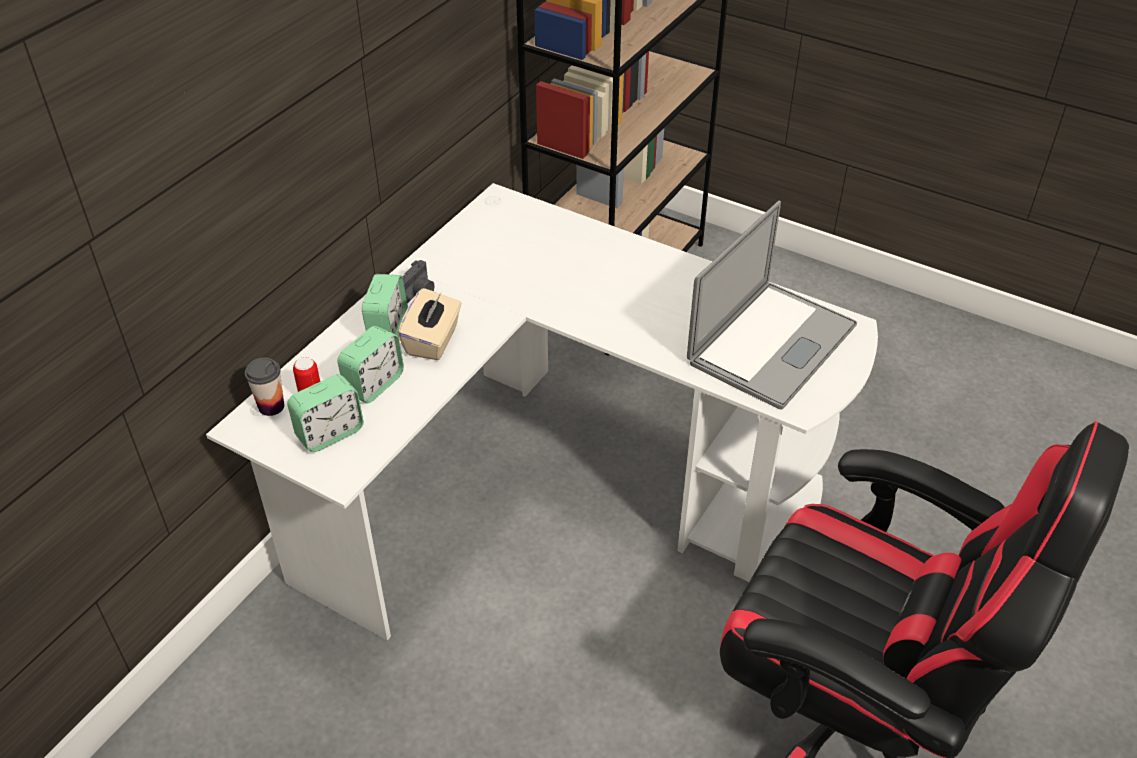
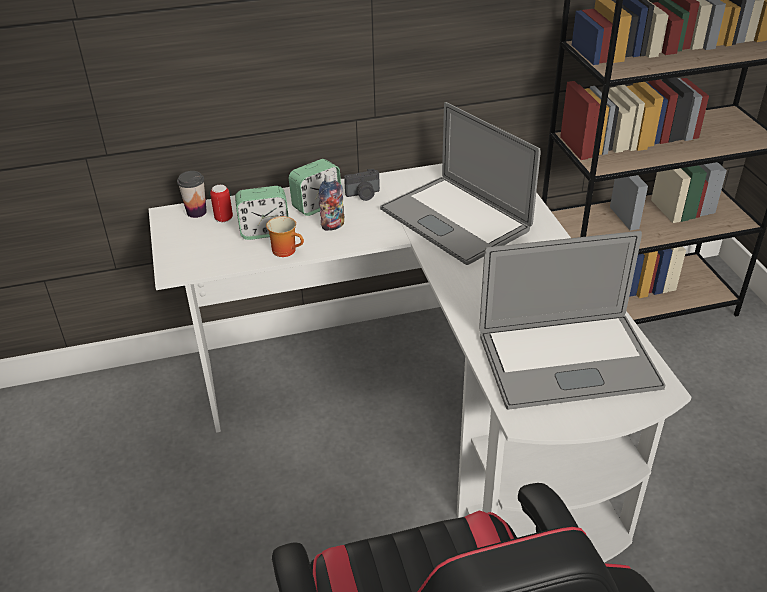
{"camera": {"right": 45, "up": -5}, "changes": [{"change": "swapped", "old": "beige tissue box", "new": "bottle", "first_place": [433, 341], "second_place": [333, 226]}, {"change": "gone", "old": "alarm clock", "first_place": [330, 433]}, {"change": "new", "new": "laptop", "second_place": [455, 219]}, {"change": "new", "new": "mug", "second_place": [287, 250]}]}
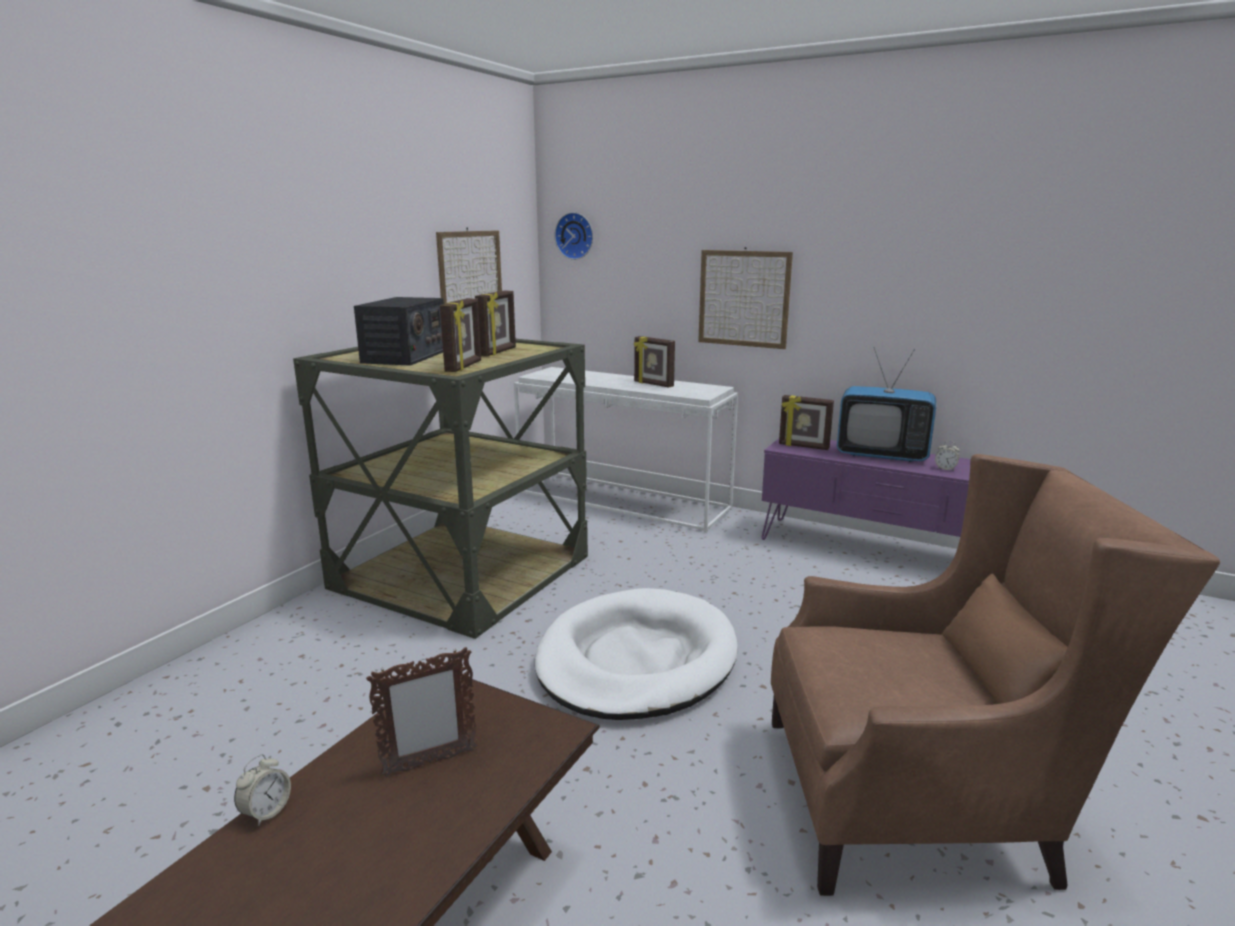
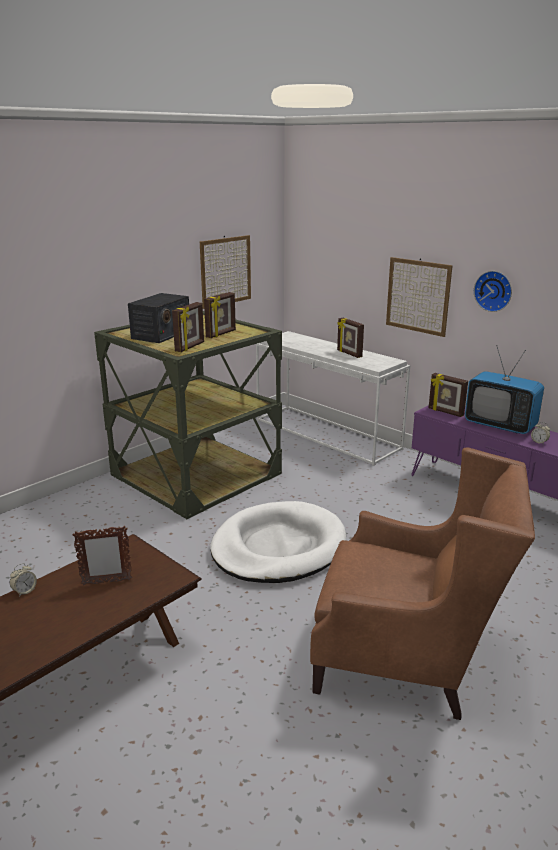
{"camera": {"right": 15, "up": 5}, "changes": [{"change": "shifted", "old": "wall clock", "first_place": [575, 236], "second_place": [494, 291]}]}
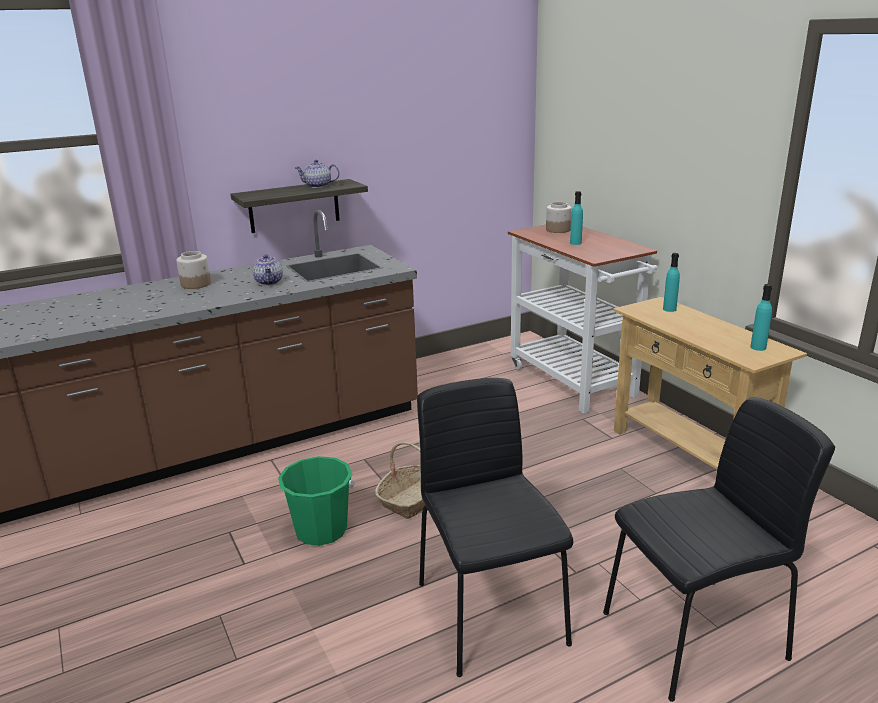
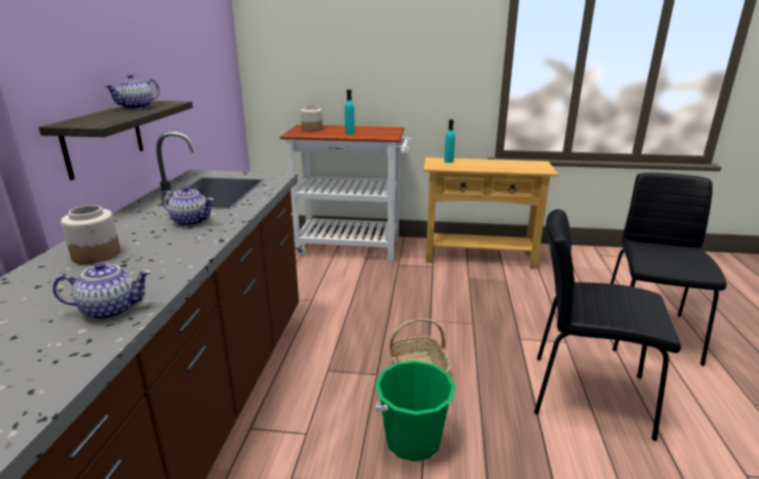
{"camera": {"right": -55, "up": 0}, "changes": [{"change": "gone", "old": "turquoise bottle", "first_place": [758, 347]}, {"change": "new", "new": "teapot", "second_place": [111, 309]}]}
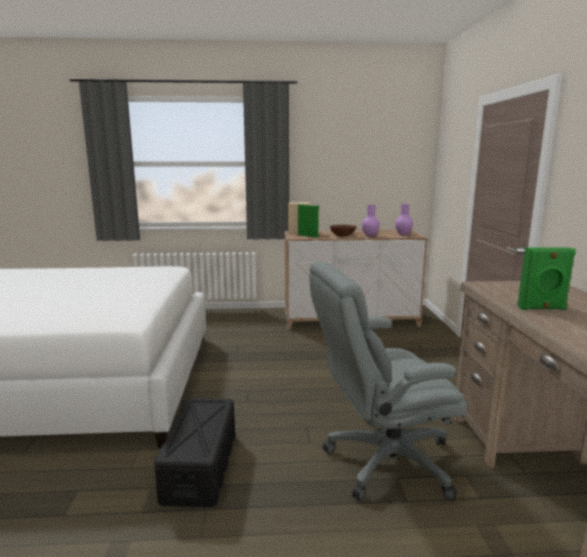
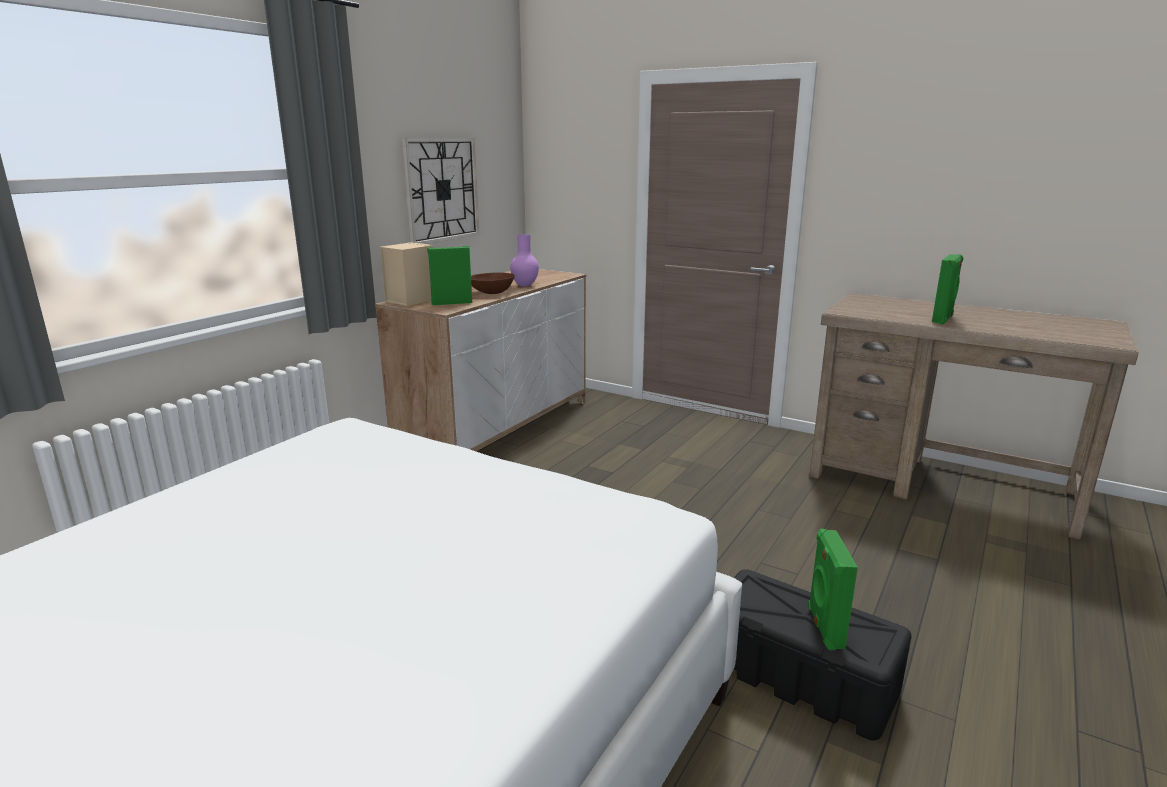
{"camera": {"right": -55, "up": 5}, "changes": [{"change": "gone", "old": "purple vase", "first_place": [403, 235]}, {"change": "gone", "old": "grey office chair", "first_place": [380, 461]}, {"change": "new", "new": "wall clock", "second_place": [441, 190]}, {"change": "new", "new": "green speaker", "second_place": [824, 627]}]}
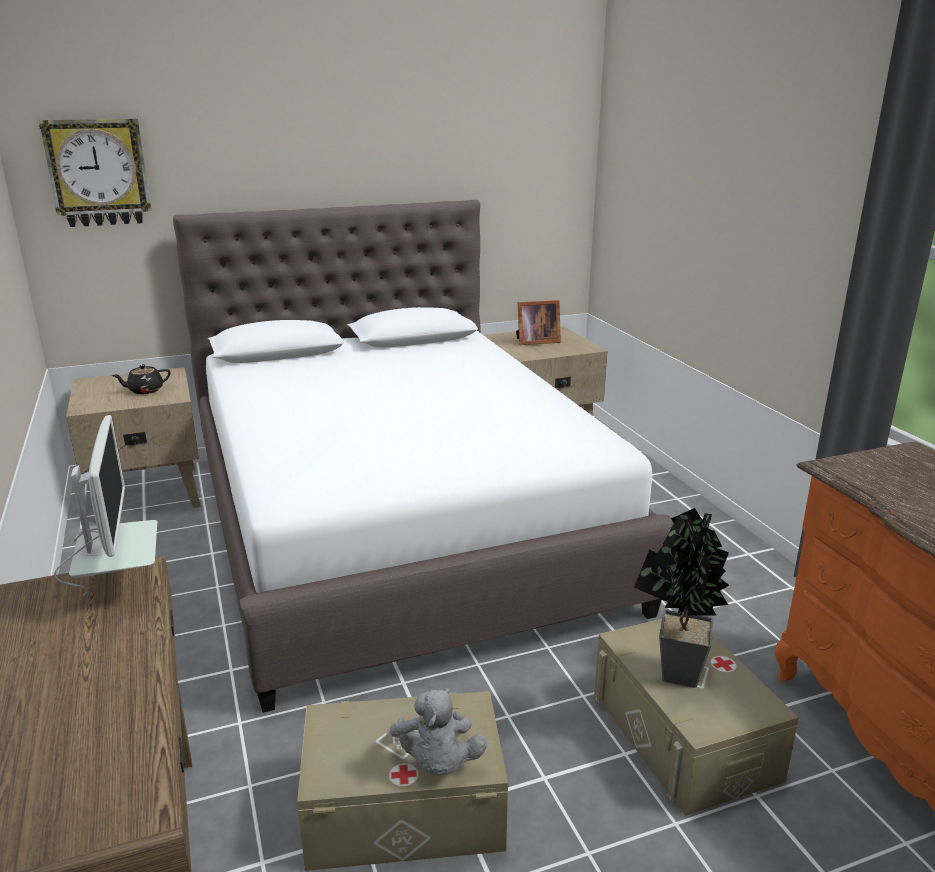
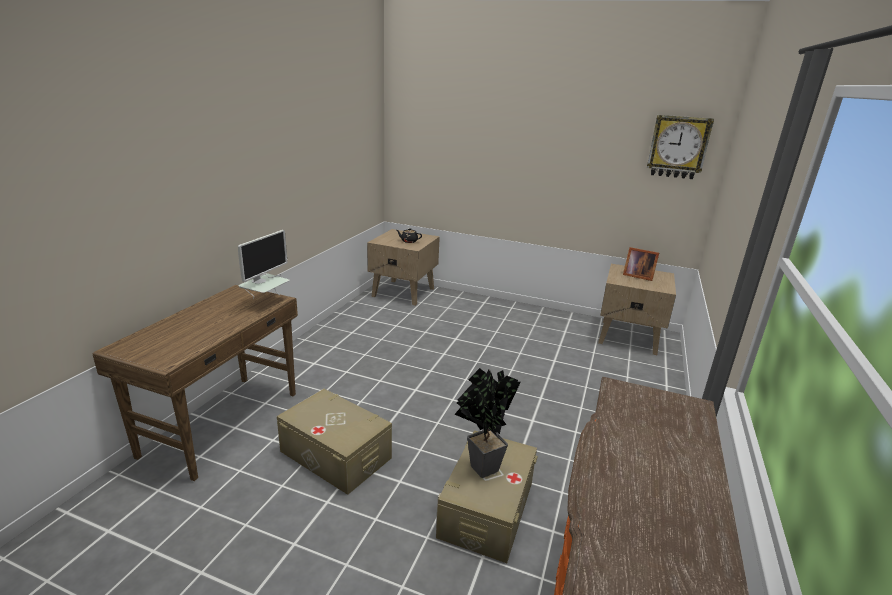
{"camera": {"right": 40, "up": 0}, "changes": [{"change": "shifted", "old": "wall clock", "first_place": [98, 172], "second_place": [678, 147]}, {"change": "gone", "old": "white bed", "first_place": [398, 527]}, {"change": "gone", "old": "grey plush toy", "first_place": [437, 763]}]}
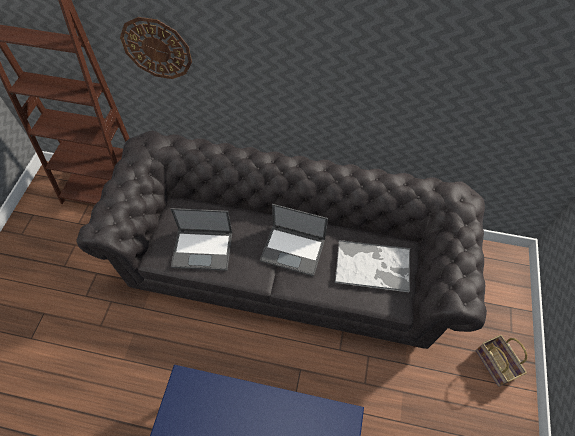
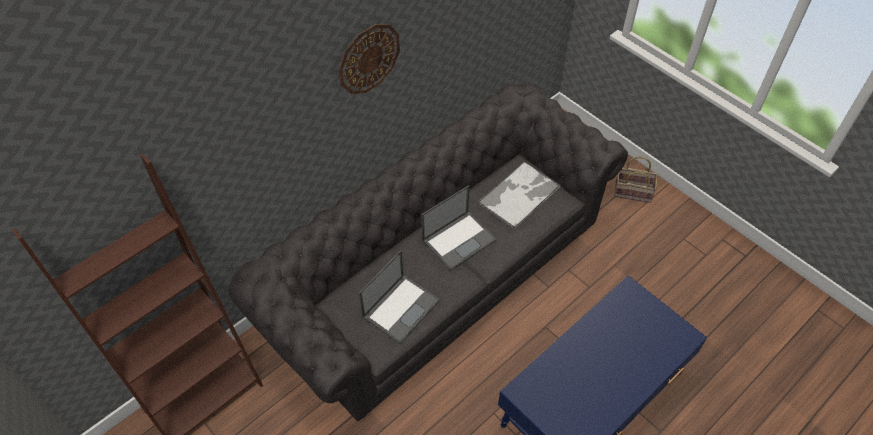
{"camera": {"right": -55, "up": -5}, "changes": [{"change": "shifted", "old": "wall clock", "first_place": [156, 48], "second_place": [369, 58]}]}
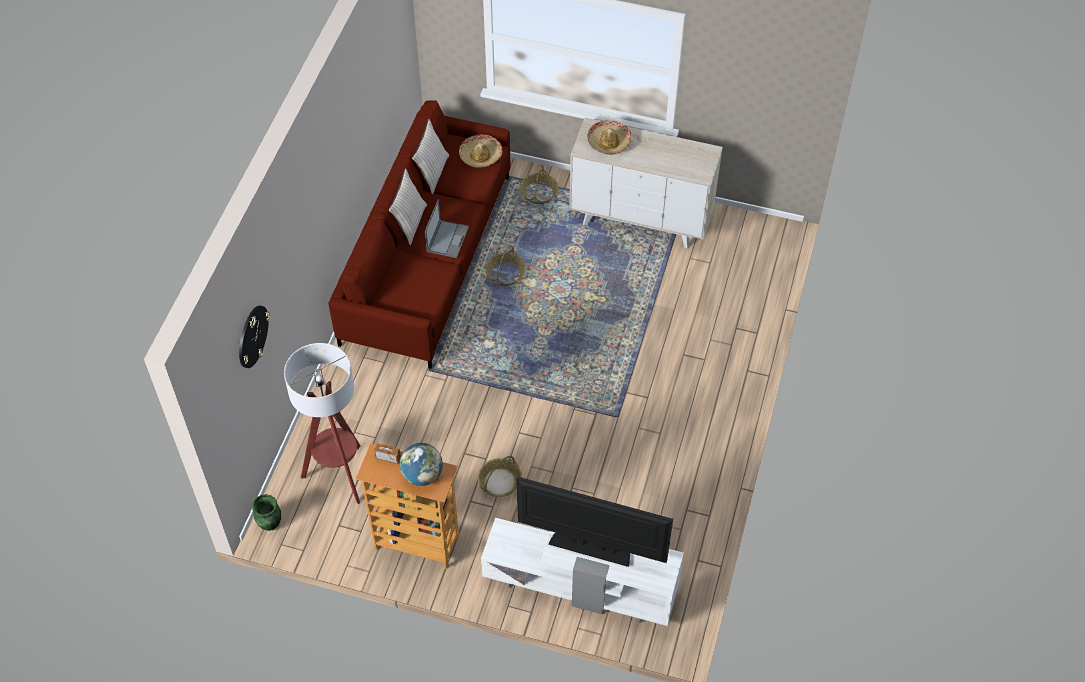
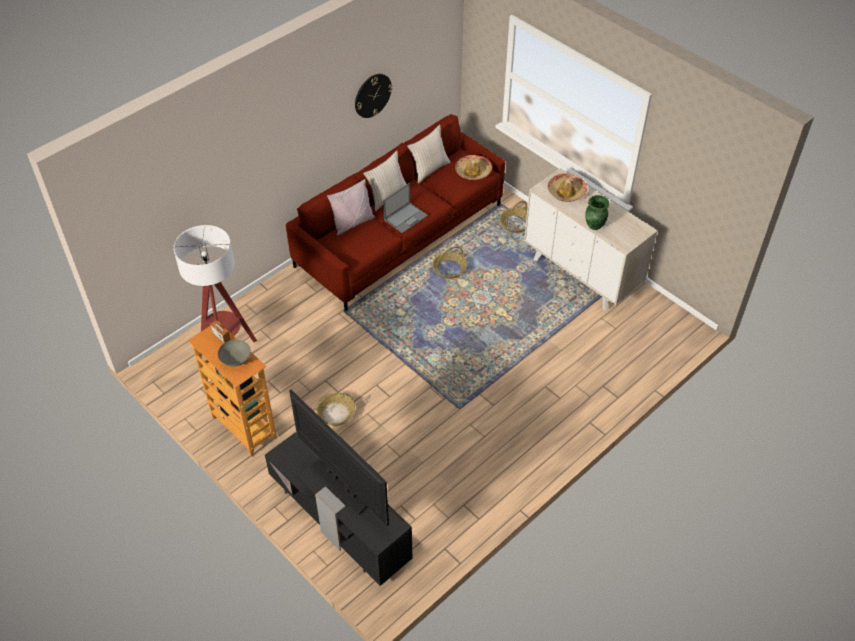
{"camera": {"right": 30, "up": -5}, "changes": [{"change": "shifted", "old": "wall clock", "first_place": [252, 336], "second_place": [372, 95]}, {"change": "swapped", "old": "globe", "new": "grey bowl", "first_place": [422, 475], "second_place": [235, 360]}, {"change": "shifted", "old": "green vase", "first_place": [270, 524], "second_place": [595, 225]}, {"change": "repainted", "old": "white tv stand", "new": "black tv stand", "first_place": [579, 584], "second_place": [338, 518]}, {"change": "new", "new": "purple pillow", "second_place": [353, 223]}]}
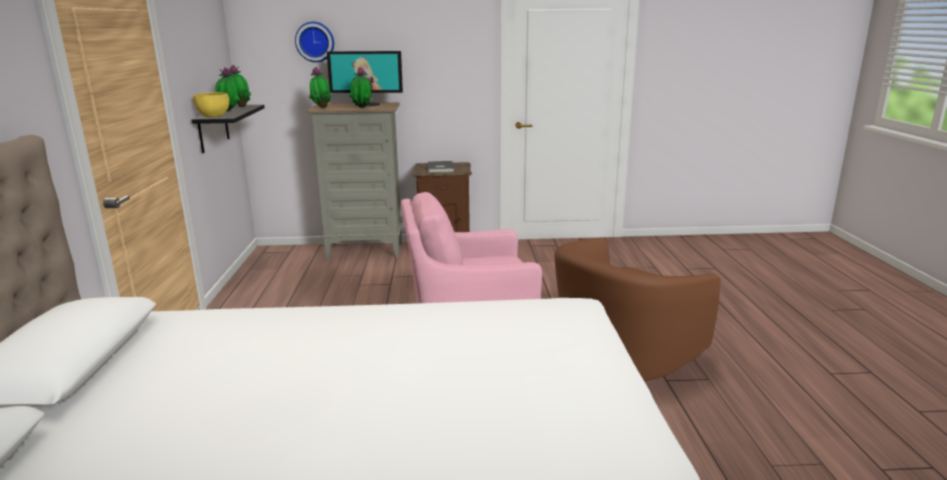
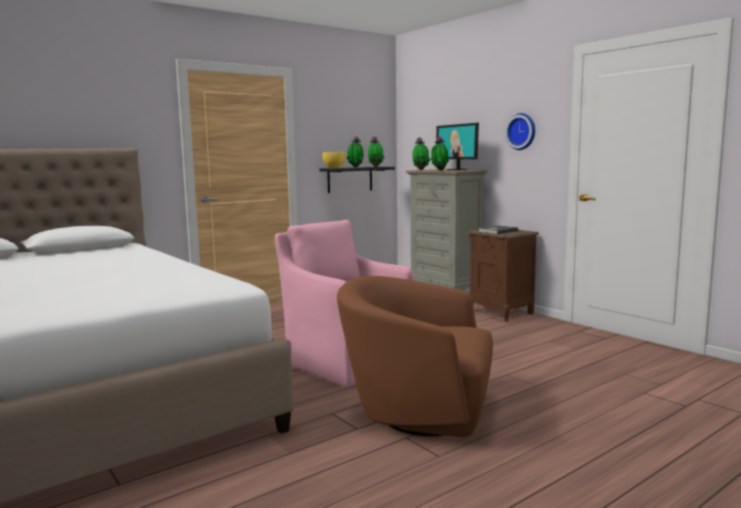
{"camera": {"right": 55, "up": -10}, "changes": [{"change": "shifted", "old": "wall clock", "first_place": [315, 42], "second_place": [522, 131]}]}
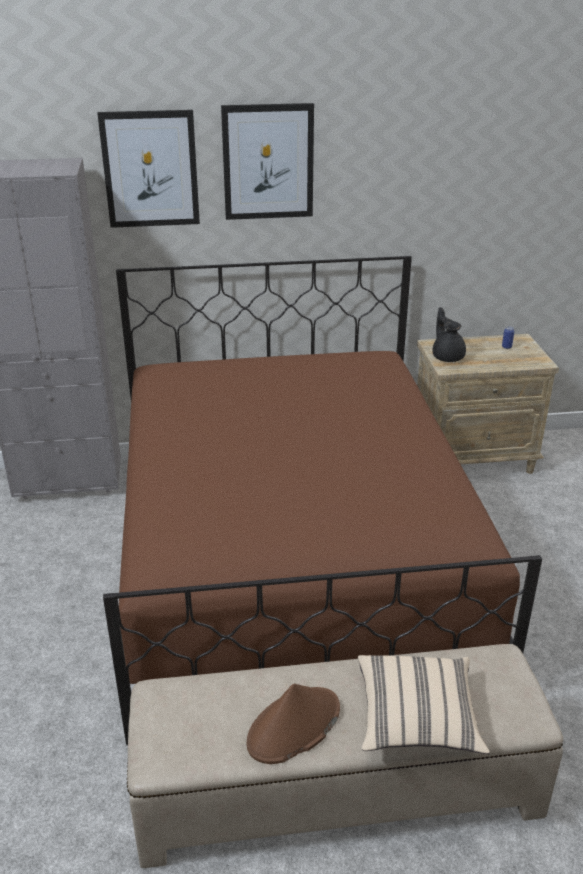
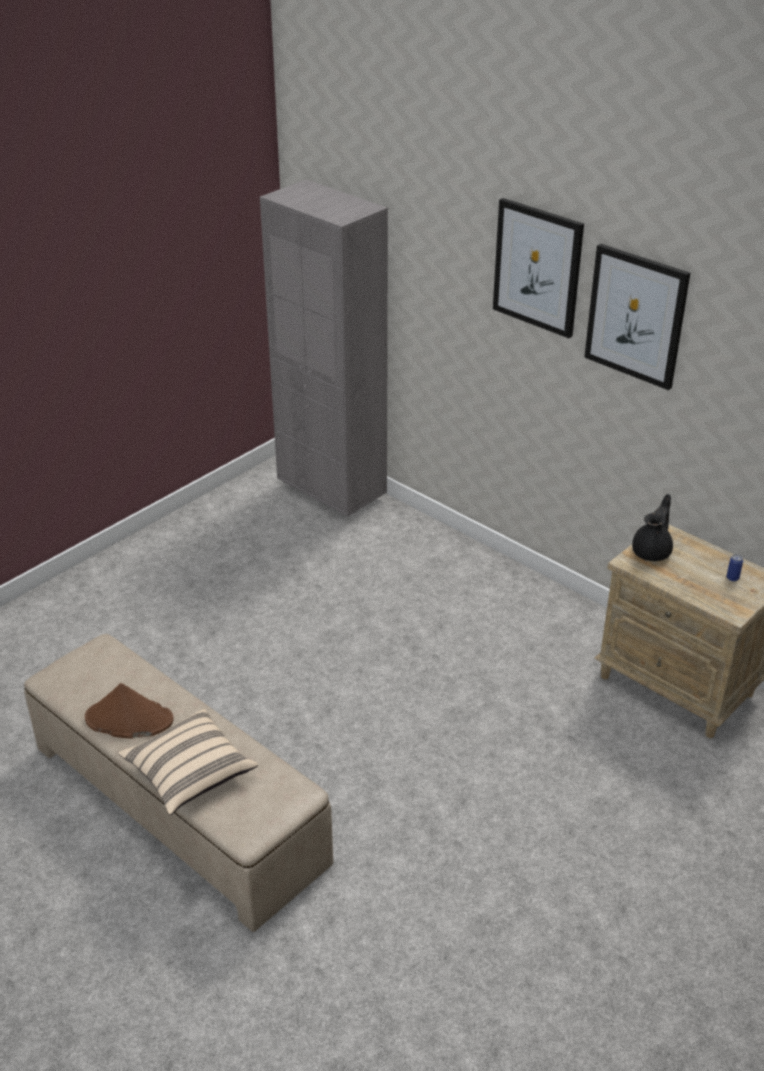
{"camera": {"right": 50, "up": 5}, "changes": [{"change": "shifted", "old": "picture", "first_place": [150, 169], "second_place": [636, 316]}, {"change": "gone", "old": "brown bed", "first_place": [291, 559]}]}
